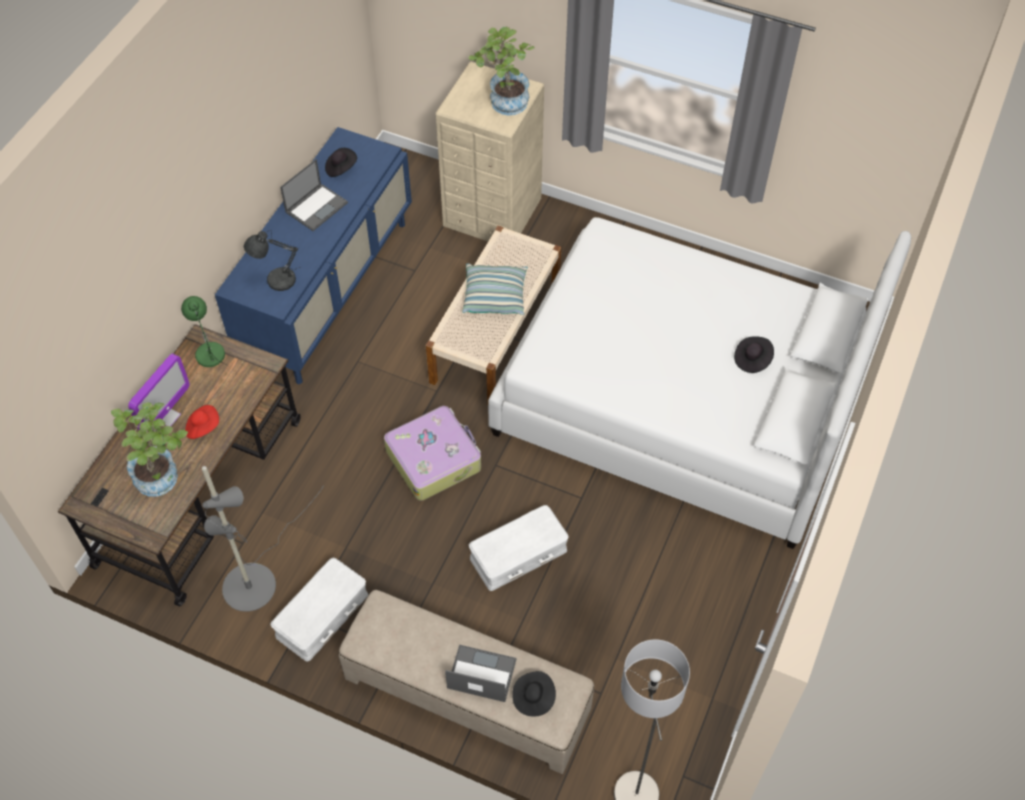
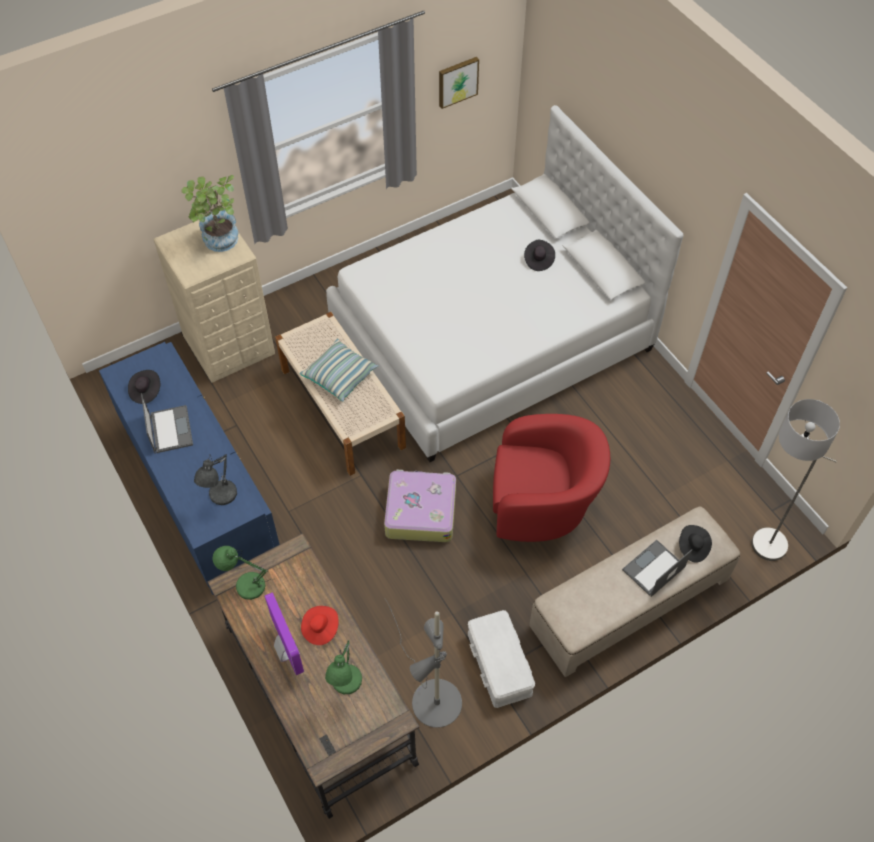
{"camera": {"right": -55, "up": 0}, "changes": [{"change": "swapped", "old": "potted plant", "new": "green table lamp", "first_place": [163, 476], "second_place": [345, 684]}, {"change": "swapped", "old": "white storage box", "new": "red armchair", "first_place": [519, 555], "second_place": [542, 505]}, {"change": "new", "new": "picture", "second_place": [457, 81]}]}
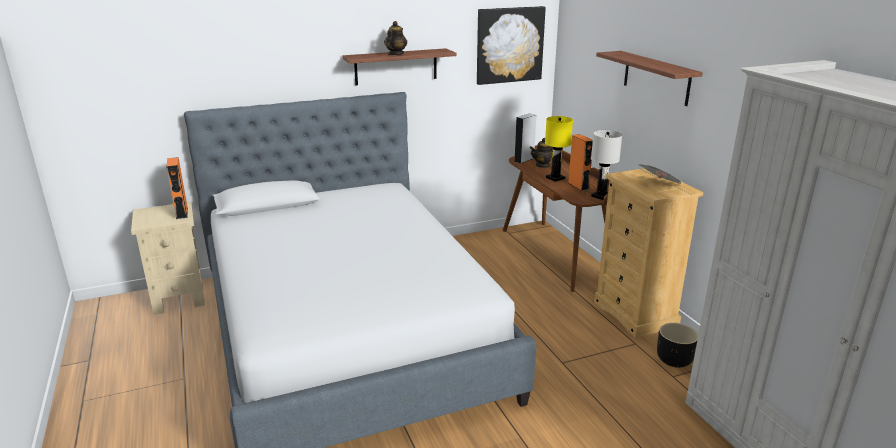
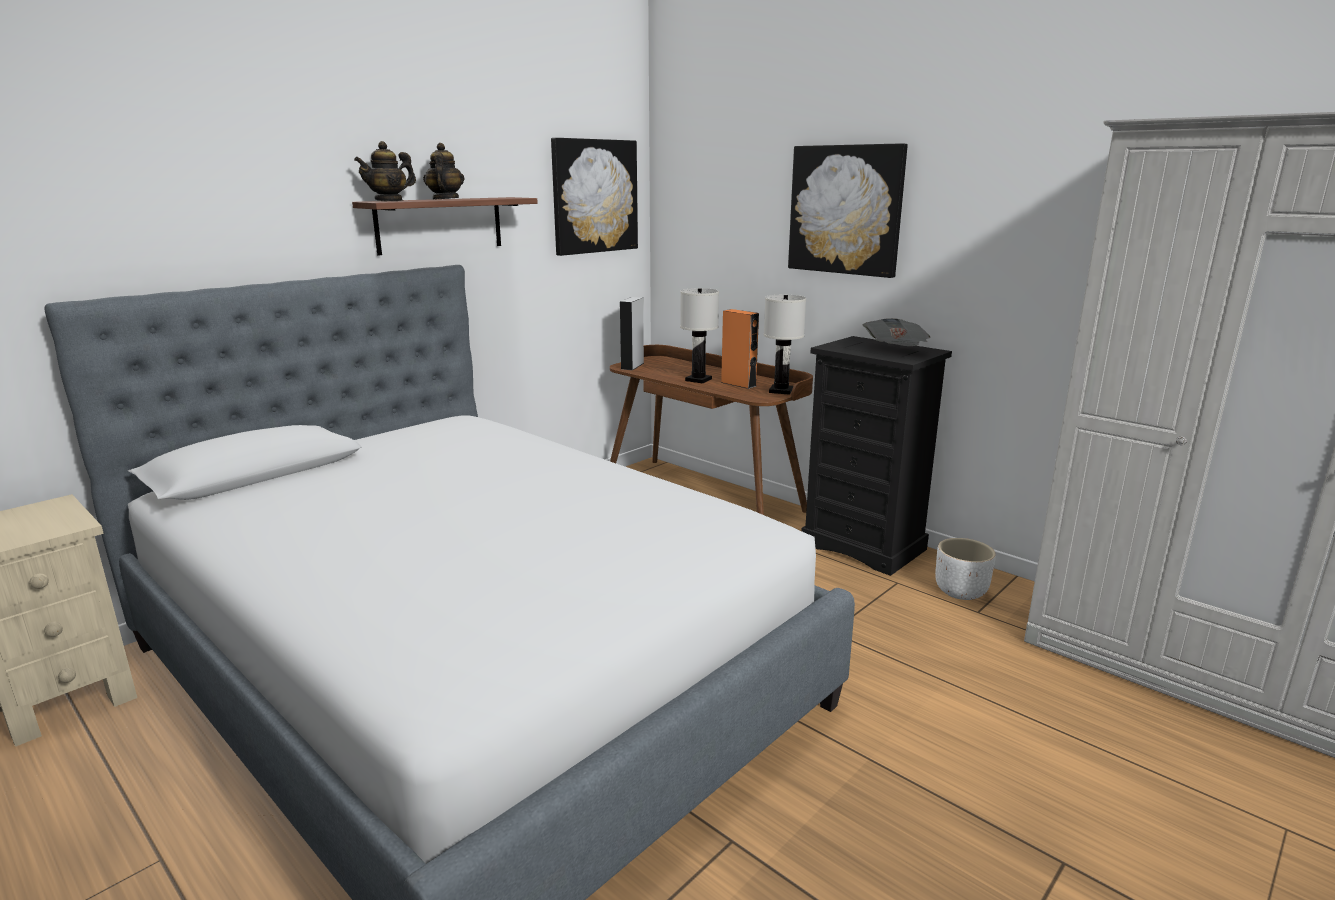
{"camera": {"right": -25, "up": -5}, "changes": [{"change": "swapped", "old": "shelf", "new": "picture", "first_place": [656, 77], "second_place": [846, 210]}, {"change": "repainted", "old": "yellow table lamp", "new": "white table lamp", "first_place": [555, 178], "second_place": [698, 380]}, {"change": "shifted", "old": "teapot", "first_place": [542, 165], "second_place": [389, 200]}, {"change": "gone", "old": "orange speaker", "first_place": [182, 213]}, {"change": "repainted", "old": "beige dresser", "new": "black dresser", "first_place": [635, 314], "second_place": [864, 546]}, {"change": "repainted", "old": "black planter", "new": "white planter", "first_place": [674, 361], "second_place": [961, 592]}]}
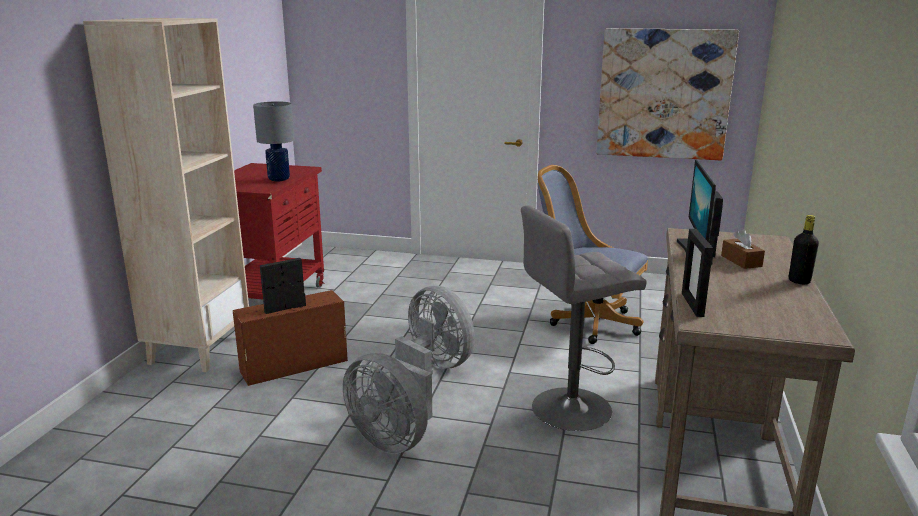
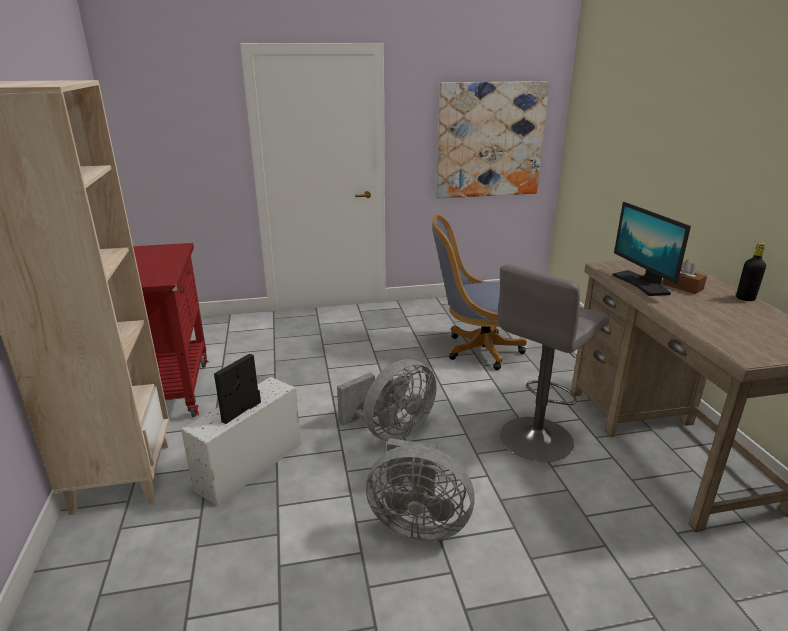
{"camera": {"right": -25, "up": 5}, "changes": [{"change": "gone", "old": "grey table lamp", "first_place": [278, 180]}, {"change": "gone", "old": "picture frame", "first_place": [693, 304]}, {"change": "rotated", "old": "grey fan", "first_place": [434, 369], "second_place": [391, 431], "degrees": 120}, {"change": "repainted", "old": "brown storage box", "new": "white storage box", "first_place": [292, 366], "second_place": [248, 467]}]}
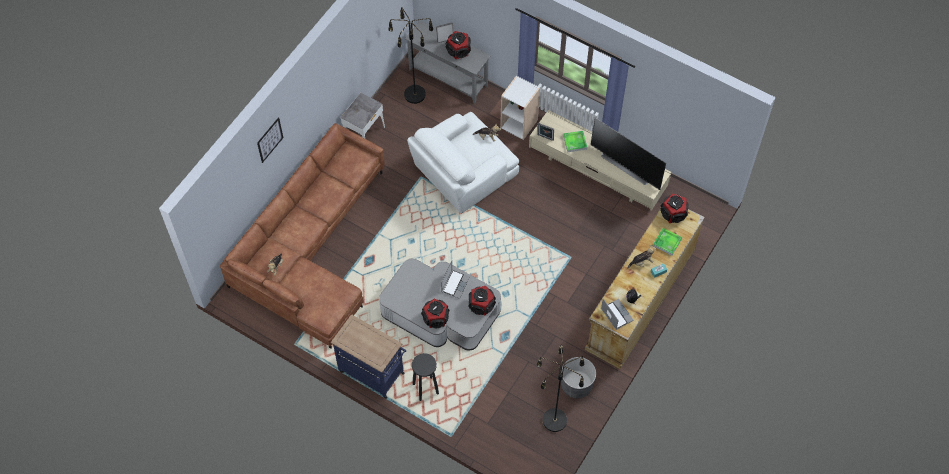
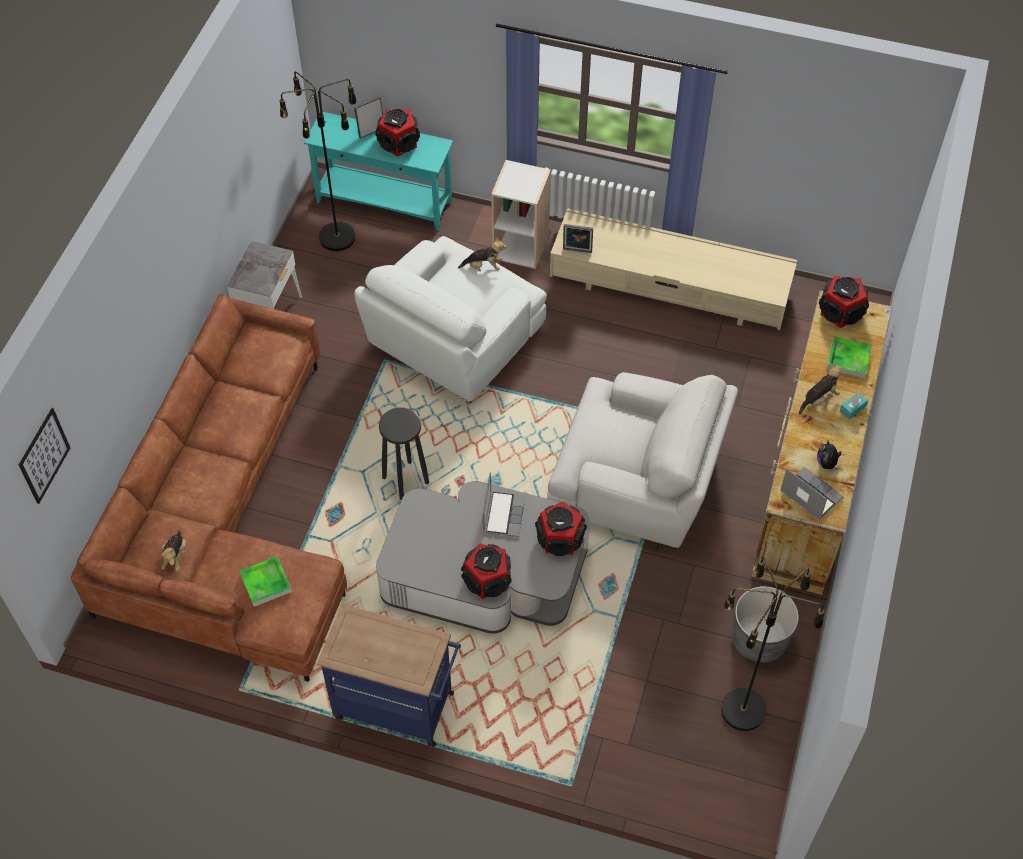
{"camera": {"right": -15, "up": -5}, "changes": [{"change": "repainted", "old": "grey console table", "new": "turquoise console table", "first_place": [448, 78], "second_place": [385, 202]}, {"change": "shifted", "old": "picture", "first_place": [270, 140], "second_place": [44, 455]}, {"change": "gone", "old": "television", "first_place": [627, 165]}, {"change": "shifted", "old": "tray", "first_place": [575, 142], "second_place": [266, 583]}, {"change": "shifted", "old": "black stool", "first_place": [425, 388], "second_place": [405, 480]}, {"change": "new", "new": "white armchair", "second_place": [638, 479]}]}
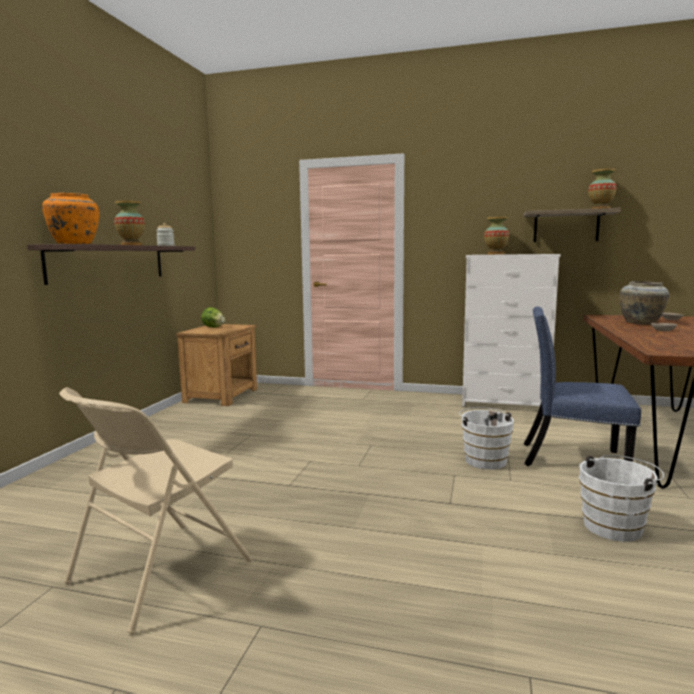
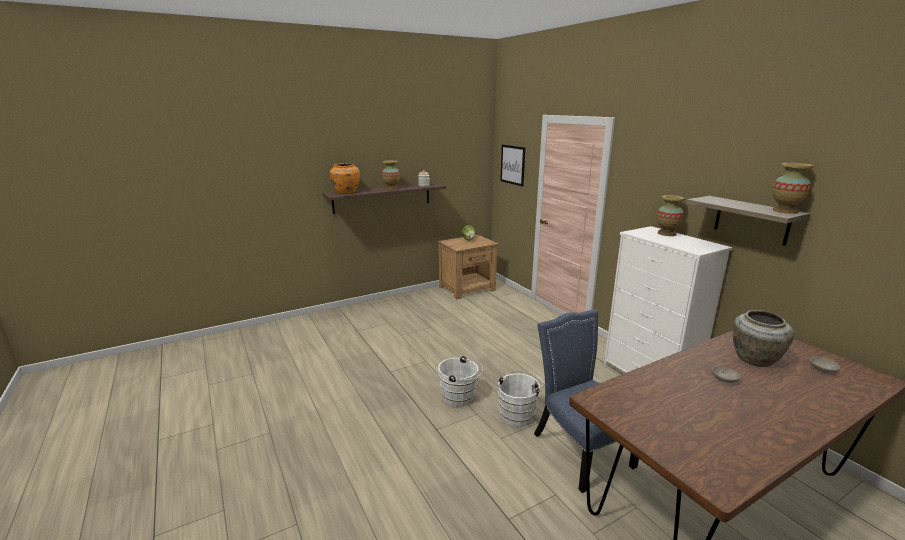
{"camera": {"right": 45, "up": 10}, "changes": [{"change": "gone", "old": "beige chair", "first_place": [160, 571]}, {"change": "shifted", "old": "white bucket", "first_place": [616, 526], "second_place": [460, 398]}, {"change": "new", "new": "picture", "second_place": [512, 165]}]}
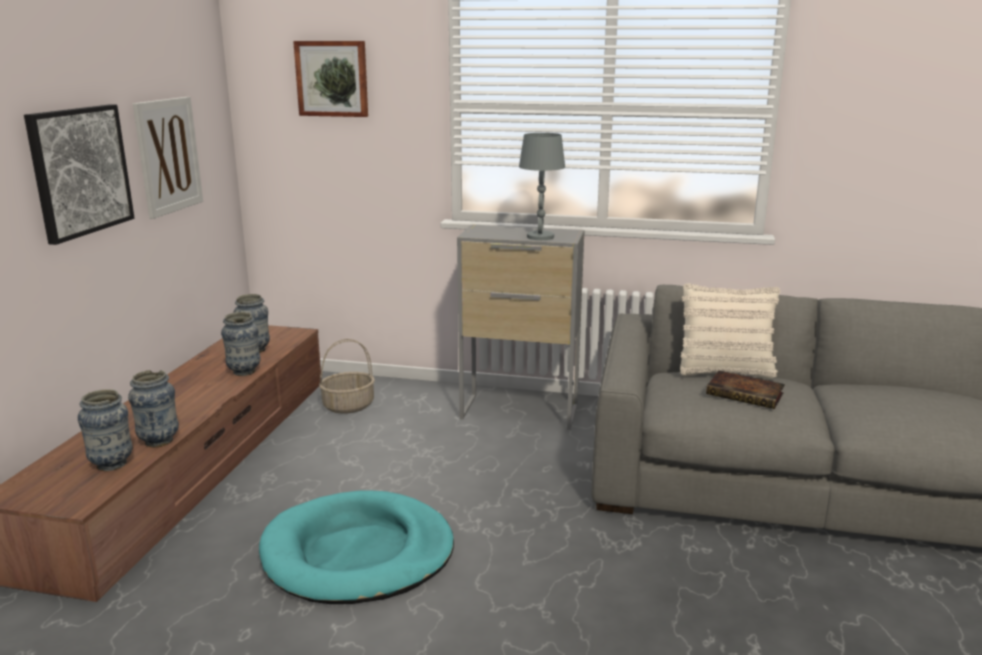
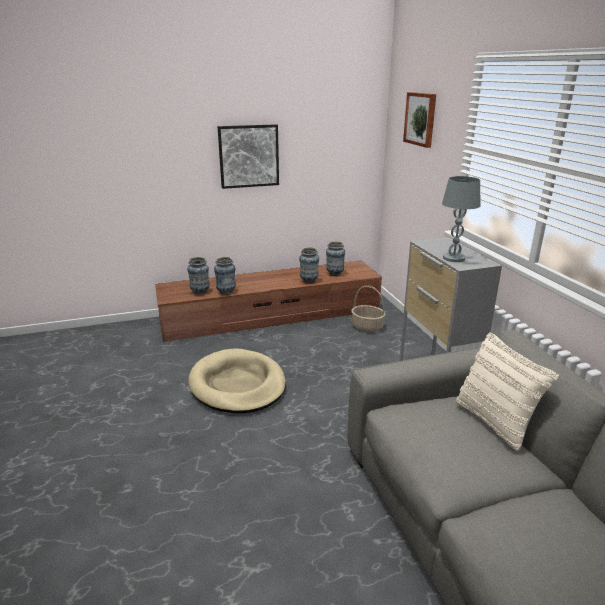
{"camera": {"right": 60, "up": 5}, "changes": [{"change": "gone", "old": "picture", "first_place": [168, 156]}, {"change": "gone", "old": "book", "first_place": [747, 394]}, {"change": "repainted", "old": "turquoise dog bed", "new": "beige dog bed", "first_place": [358, 553], "second_place": [237, 385]}]}
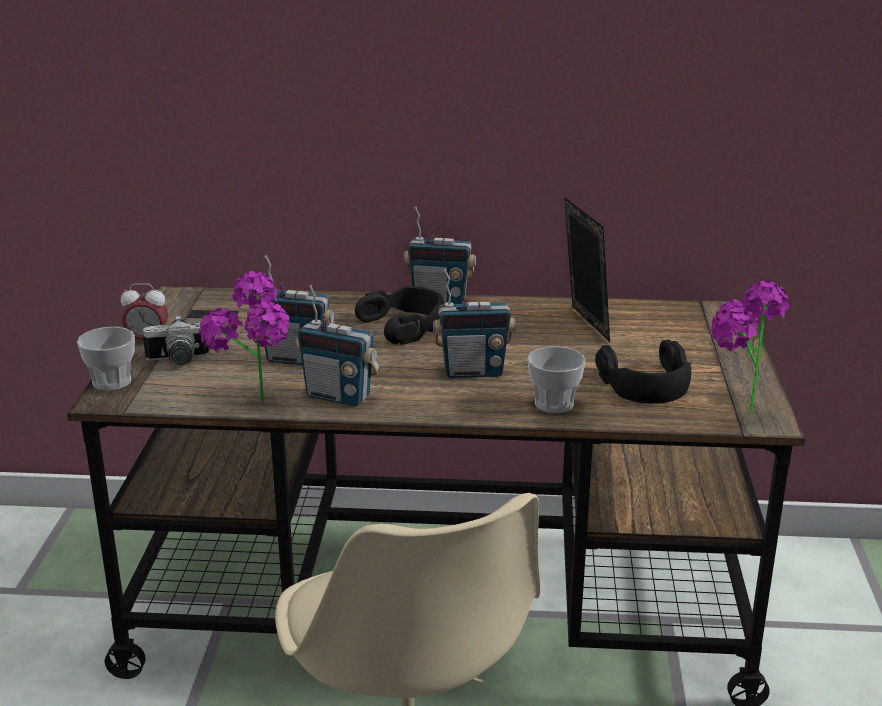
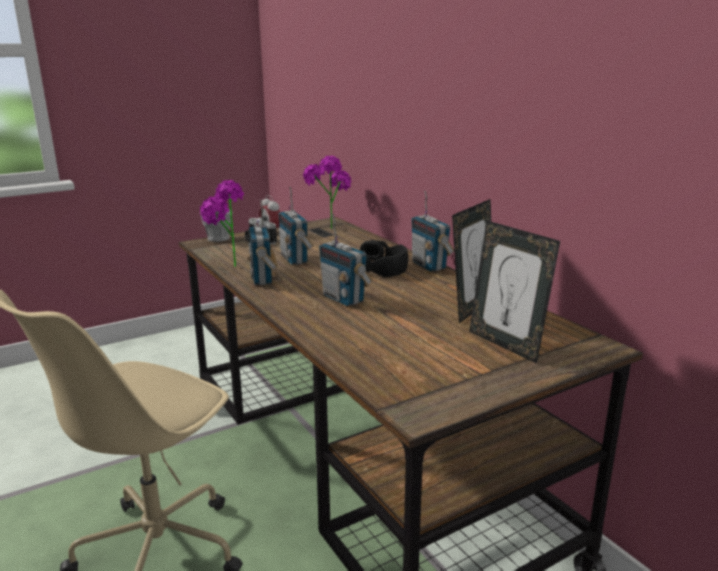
{"camera": {"right": 55, "up": -5}, "changes": [{"change": "shifted", "old": "potted plant", "first_place": [732, 411], "second_place": [328, 226]}, {"change": "gone", "old": "black headphones", "first_place": [646, 383]}, {"change": "gone", "old": "cup", "first_place": [554, 404]}, {"change": "new", "new": "picture frame", "second_place": [506, 344]}]}
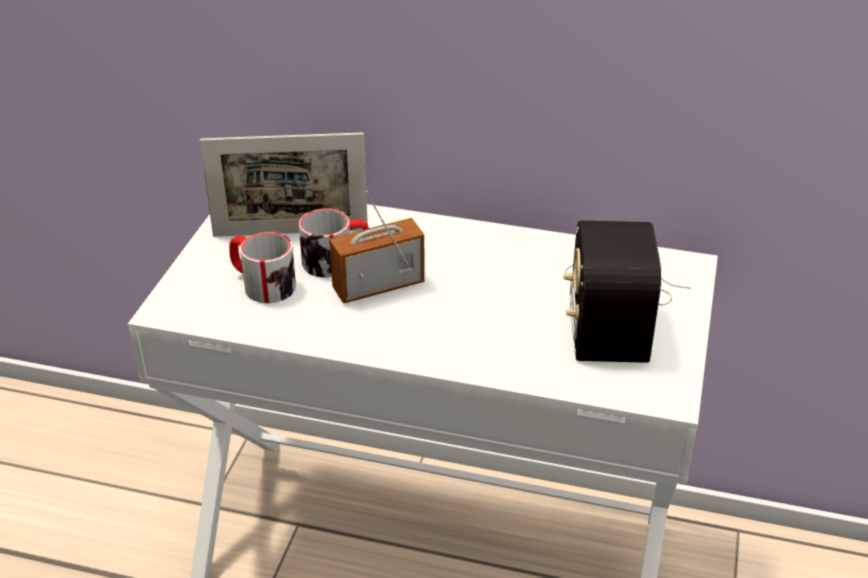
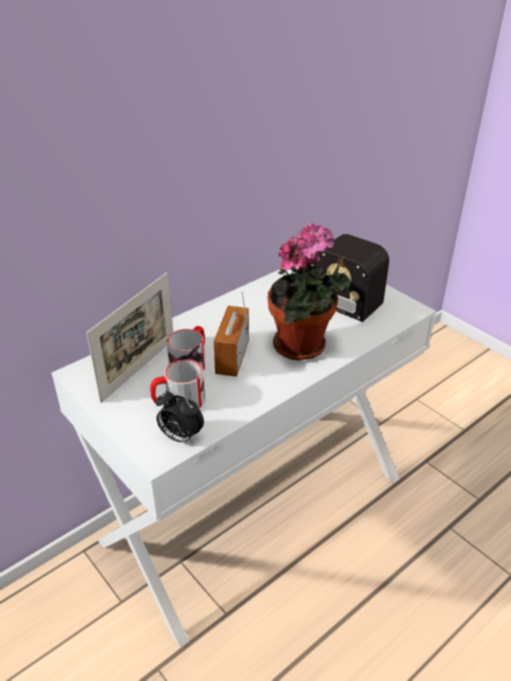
{"camera": {"right": -55, "up": 0}, "changes": [{"change": "new", "new": "potted plant", "second_place": [304, 347]}, {"change": "new", "new": "alarm clock", "second_place": [180, 437]}]}
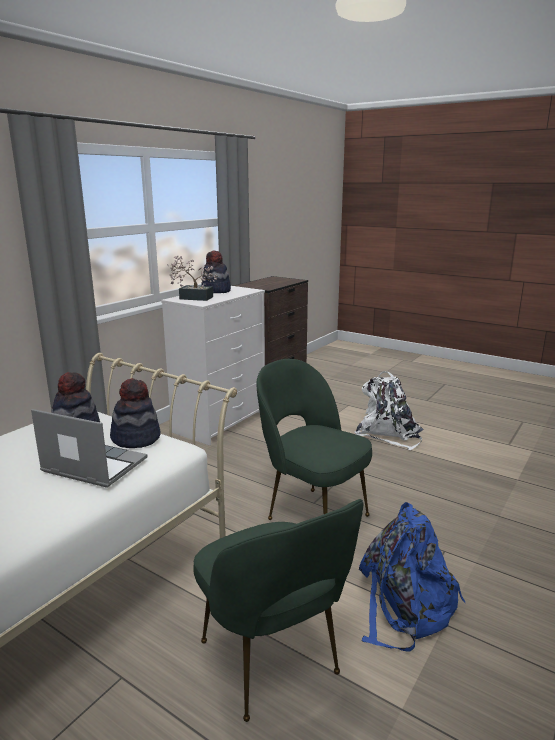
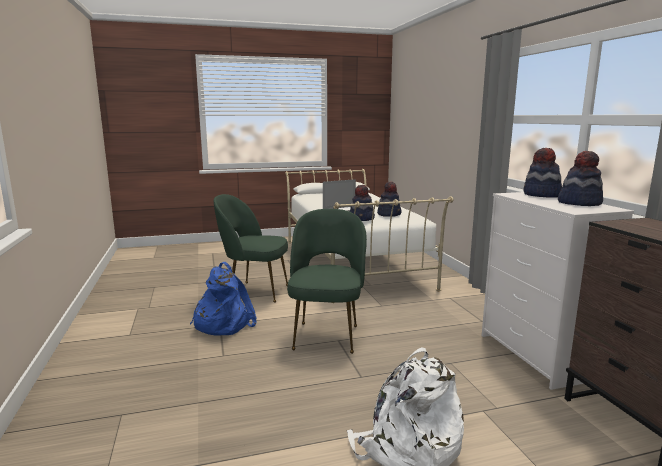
{"camera": {"right": 130, "up": -5}, "changes": [{"change": "swapped", "old": "potted plant", "new": "hat", "first_place": [192, 297], "second_place": [541, 195]}, {"change": "rotated", "old": "green chair", "first_place": [312, 514], "second_place": [327, 334], "degrees": -75}]}
